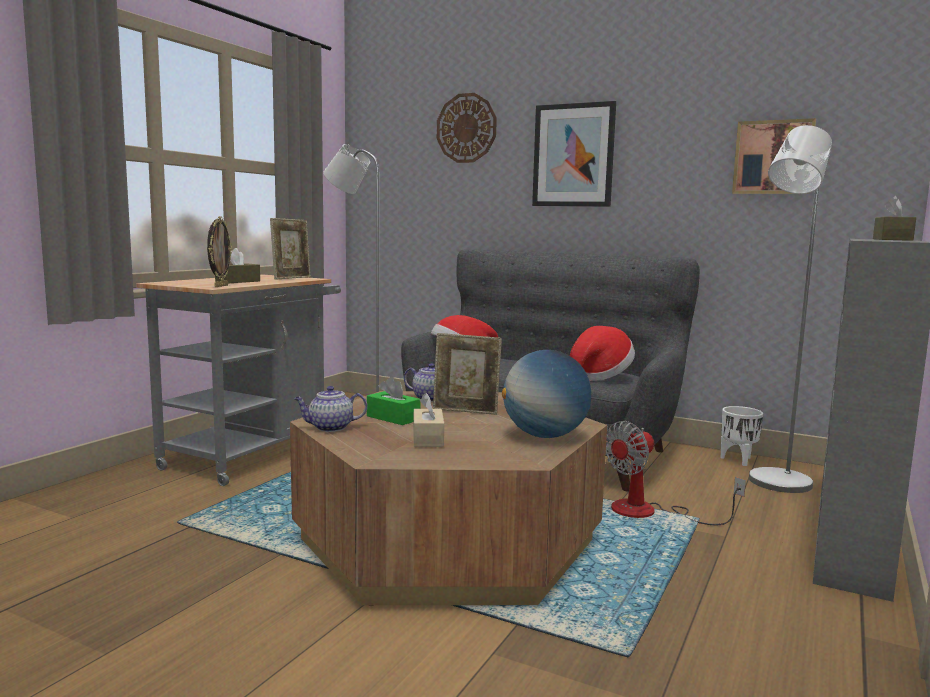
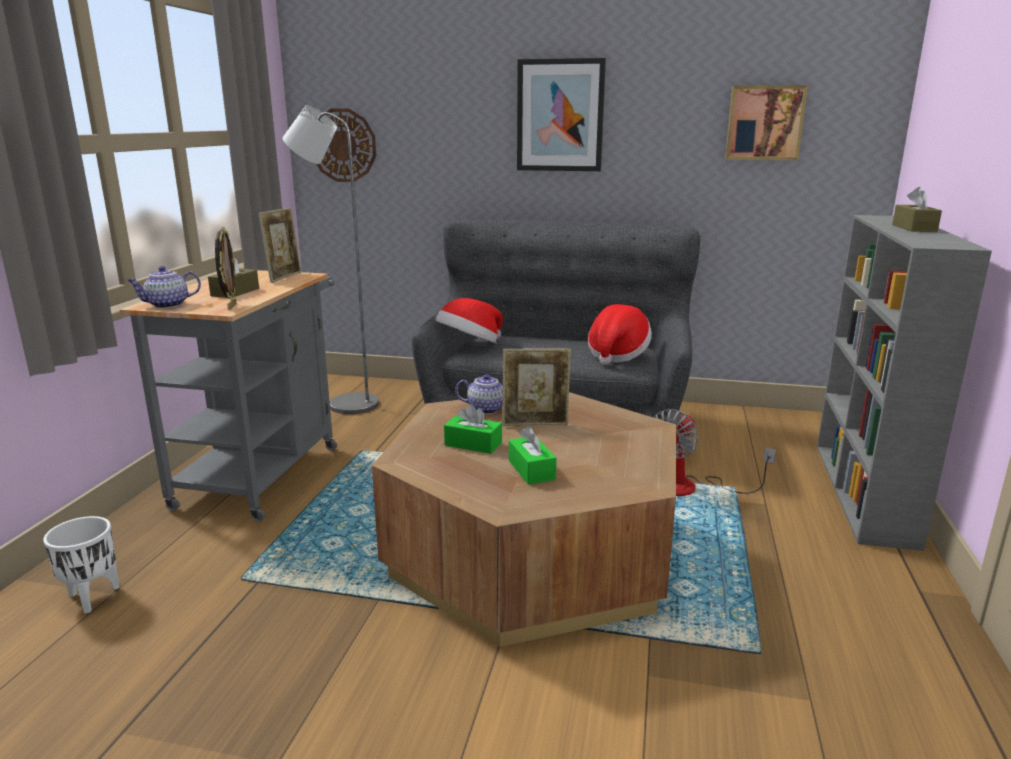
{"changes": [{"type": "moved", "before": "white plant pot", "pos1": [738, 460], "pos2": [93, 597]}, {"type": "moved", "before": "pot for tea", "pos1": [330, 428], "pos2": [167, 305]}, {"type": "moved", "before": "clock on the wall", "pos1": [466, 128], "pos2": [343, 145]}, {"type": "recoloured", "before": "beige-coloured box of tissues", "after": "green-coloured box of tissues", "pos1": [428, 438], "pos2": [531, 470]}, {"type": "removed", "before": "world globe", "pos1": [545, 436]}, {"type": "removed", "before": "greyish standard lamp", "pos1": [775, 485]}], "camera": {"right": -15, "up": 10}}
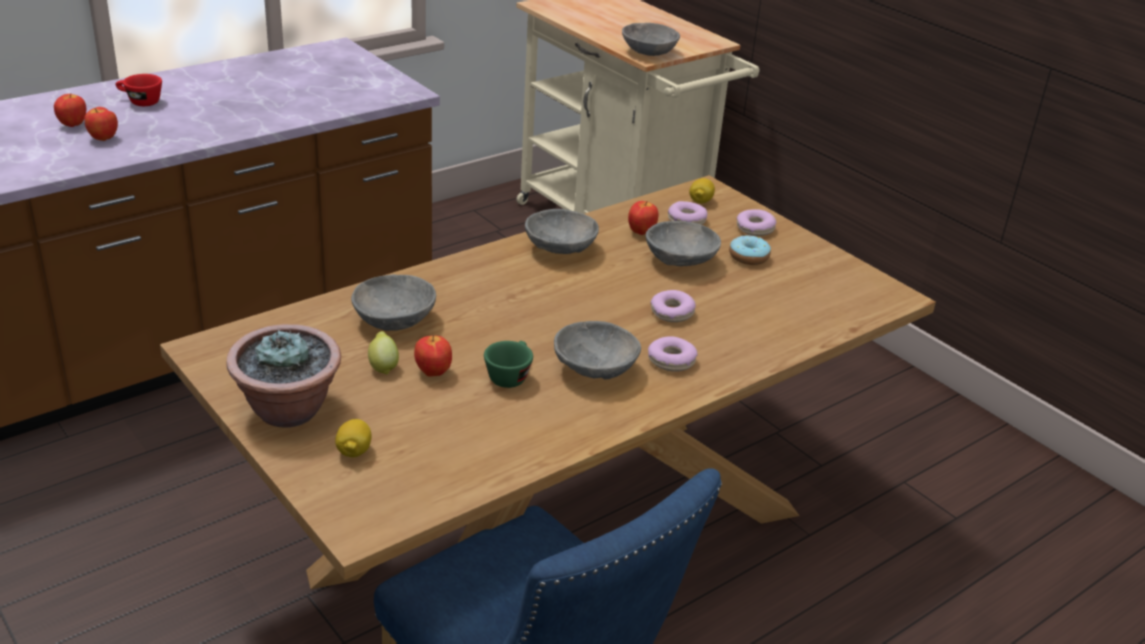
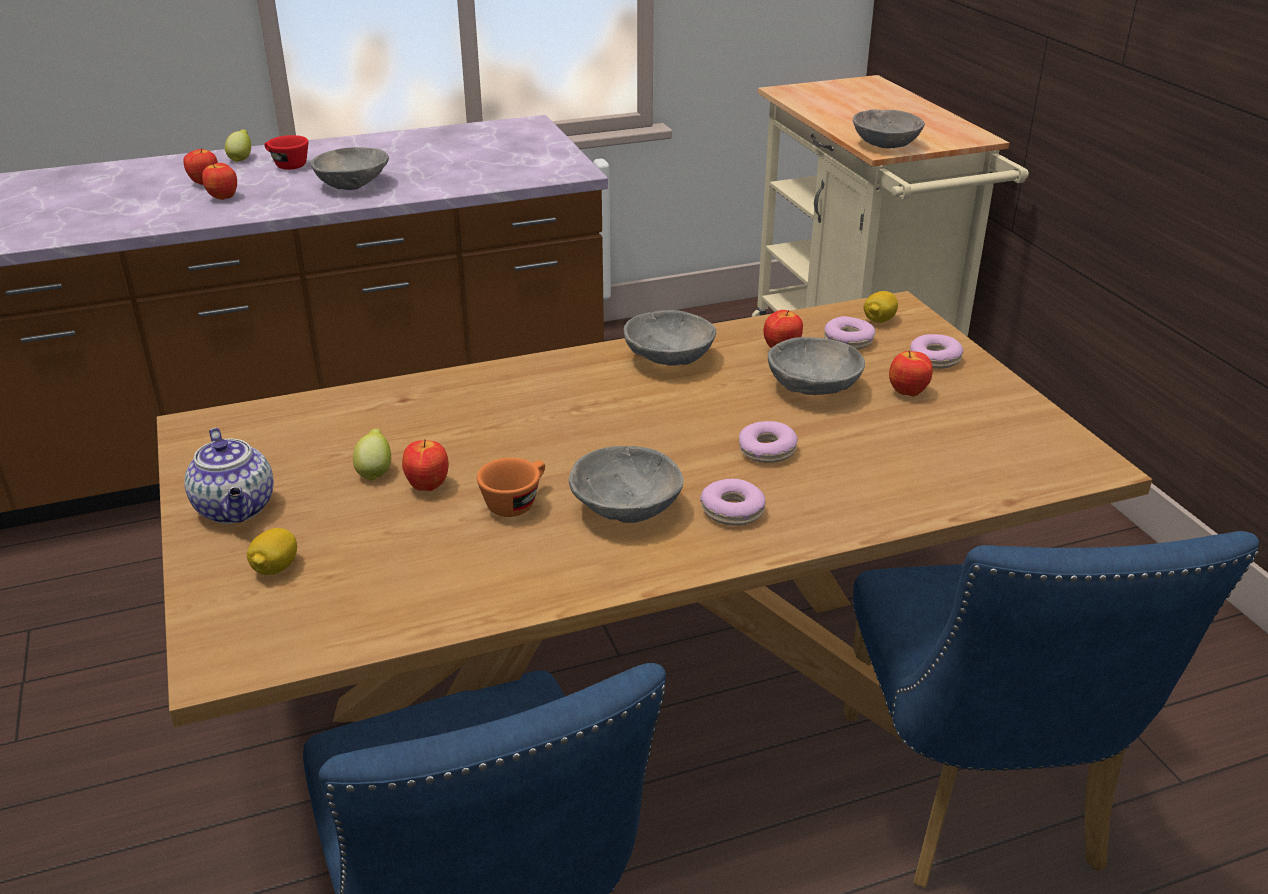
{"changes": [{"type": "replaced", "before": "houseplant", "after": "pot for tea", "pos1": [289, 411], "pos2": [237, 509]}, {"type": "added", "after": "citrus fruit", "pos2": [241, 159]}, {"type": "moved", "before": "greyish bowl", "pos1": [395, 320], "pos2": [354, 185]}, {"type": "recoloured", "before": "green-coloured small cup", "after": "orange-coloured small cup", "pos1": [509, 375], "pos2": [516, 502]}, {"type": "added", "after": "blue upright chair", "pos2": [975, 806]}, {"type": "replaced", "before": "doughnut", "after": "apple fruit", "pos1": [748, 257], "pos2": [907, 393]}], "camera": {"right": 20, "up": 0}}
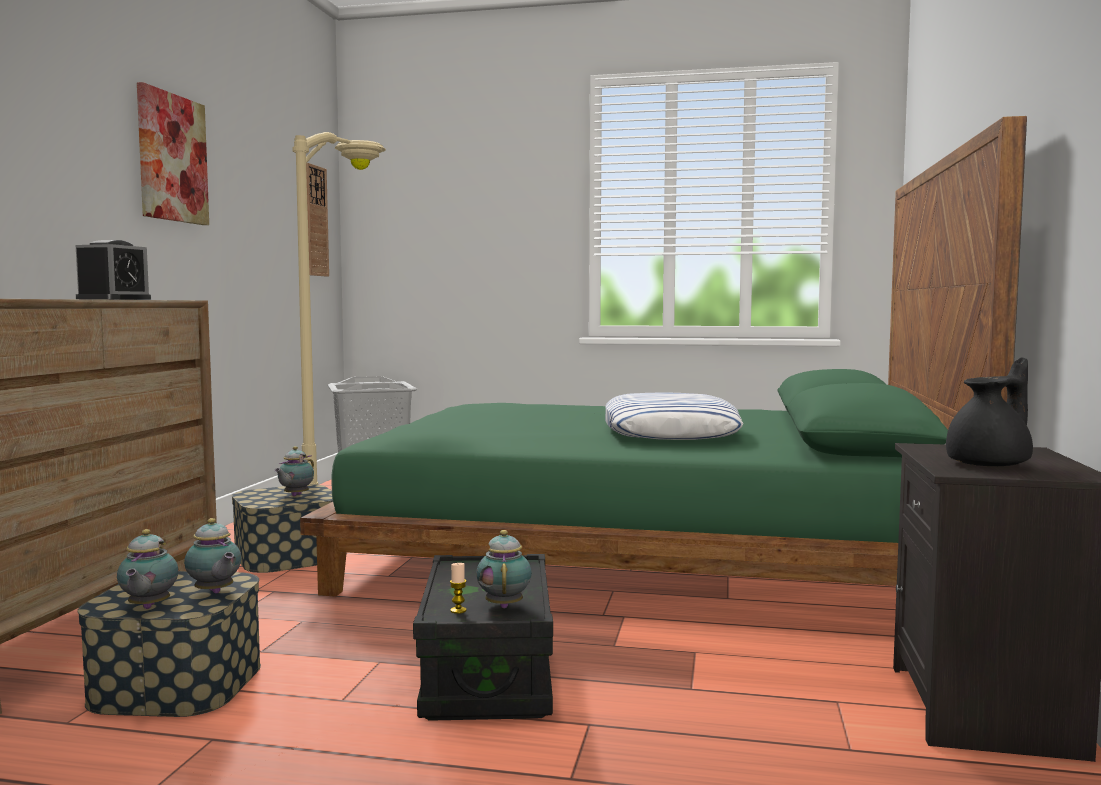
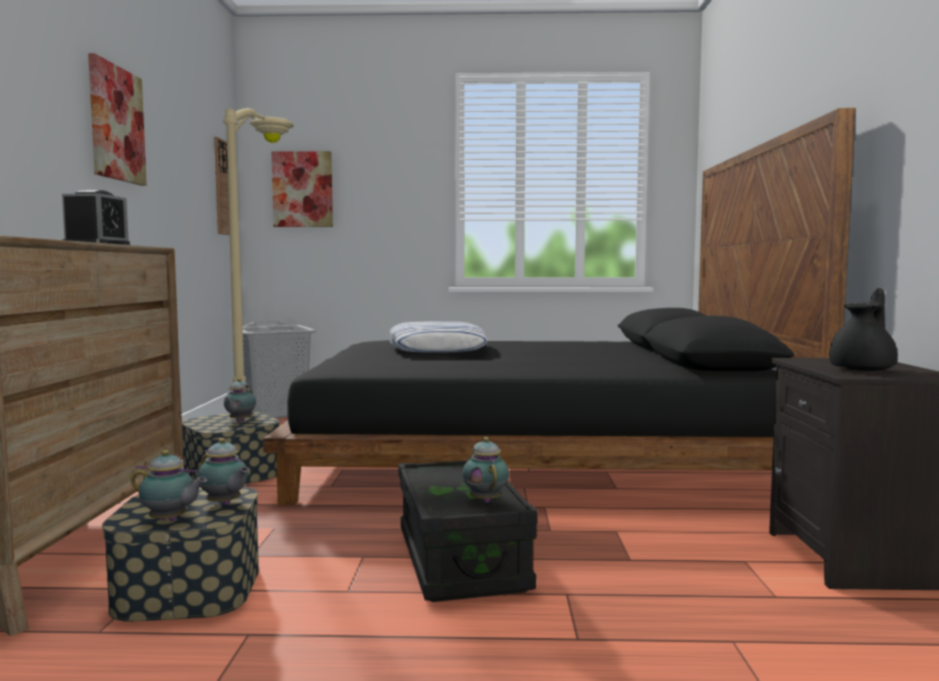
{"changes": [{"type": "turned", "before": "pot for tea", "pos1": [147, 607], "pos2": [170, 520], "turn": -60}, {"type": "recoloured", "before": "green-coloured bedroom bed", "after": "blackish bedroom bed", "pos1": [647, 552], "pos2": [533, 456]}, {"type": "added", "after": "wall picture", "pos2": [302, 189]}, {"type": "moved", "before": "cushion", "pos1": [670, 431], "pos2": [437, 348]}, {"type": "removed", "before": "wax candle", "pos1": [458, 610]}], "camera": {"right": -10, "up": 0}}
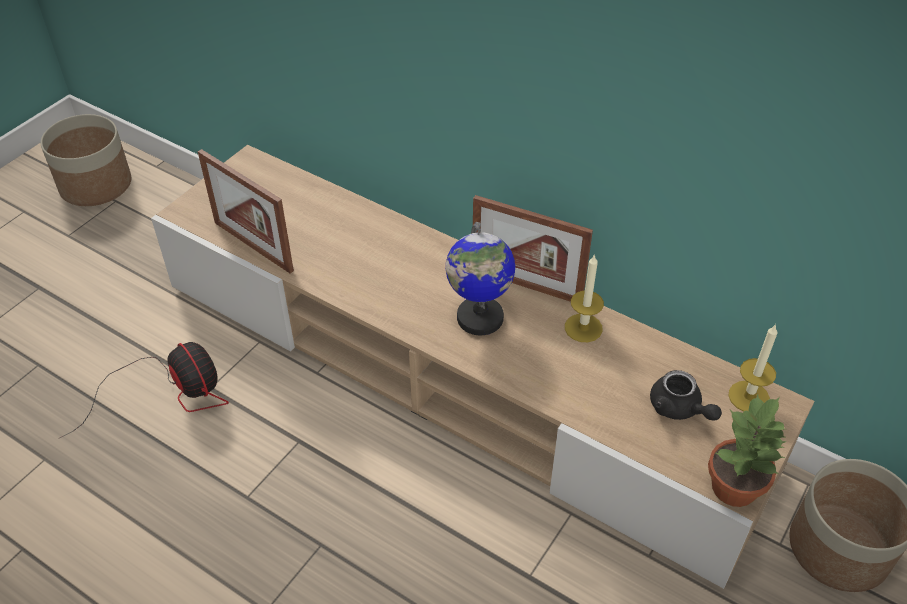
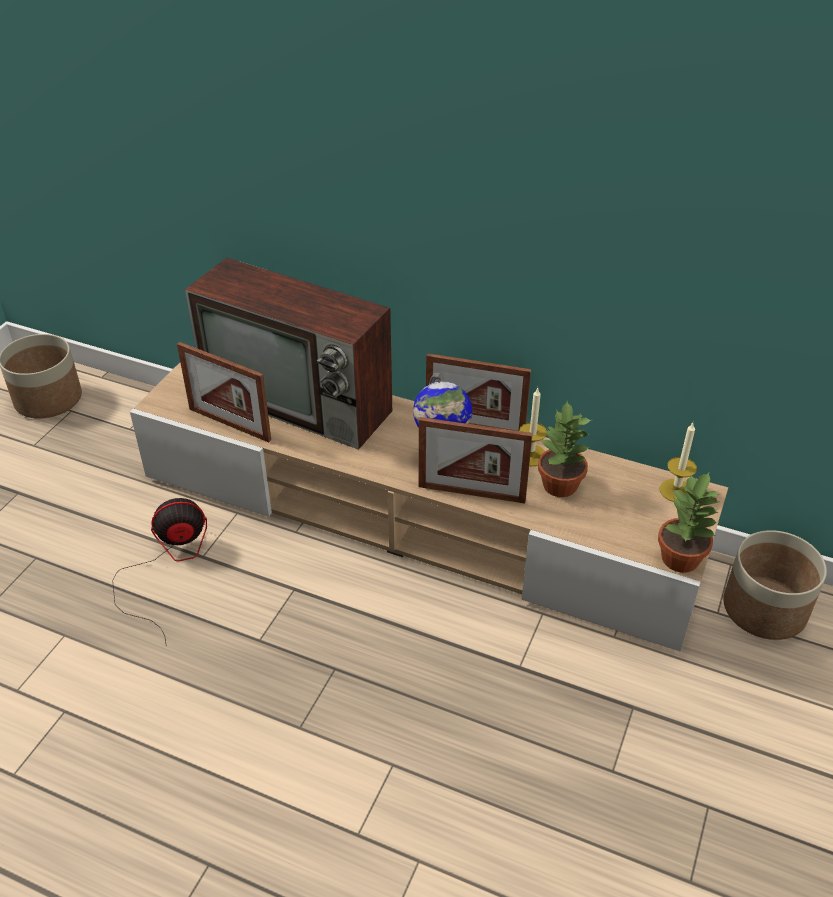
{"changes": [{"type": "turned", "before": "cooling fan", "pos1": [171, 393], "pos2": [167, 565], "turn": -60}, {"type": "added", "after": "television", "pos2": [300, 401]}, {"type": "added", "after": "photo frame", "pos2": [471, 493]}, {"type": "added", "after": "houseplant", "pos2": [559, 486]}, {"type": "removed", "before": "blackish pot for tea", "pos1": [679, 409]}], "camera": {"right": -10, "up": -5}}
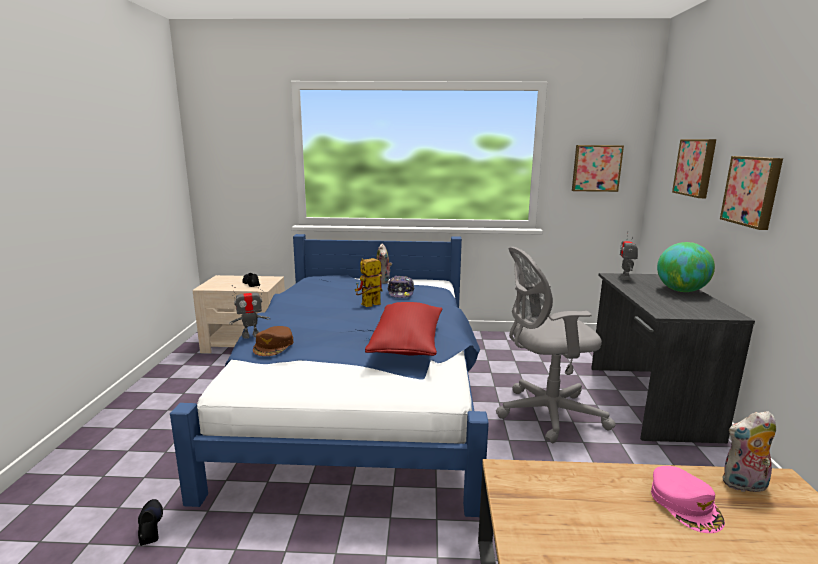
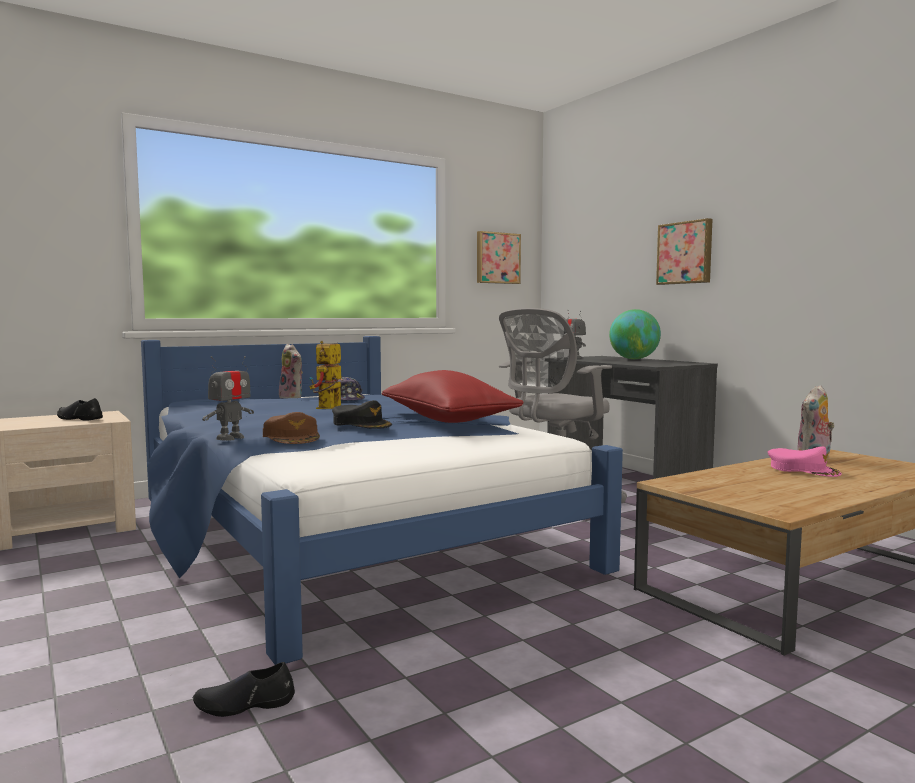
{"changes": [{"type": "turned", "before": "blackish low shoe", "pos1": [150, 526], "pos2": [244, 704], "turn": -45}, {"type": "added", "after": "blackish peaked cap", "pos2": [362, 424]}, {"type": "removed", "before": "wall picture", "pos1": [696, 167]}], "camera": {"right": -35, "up": -10}}
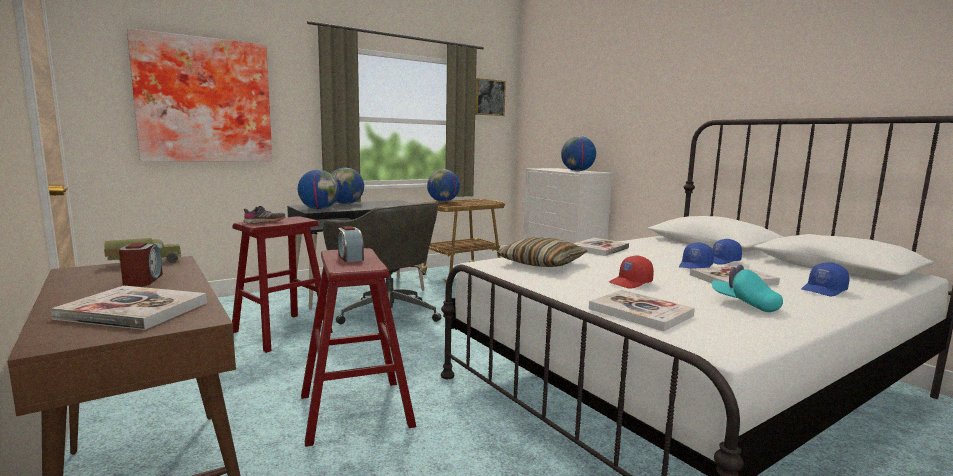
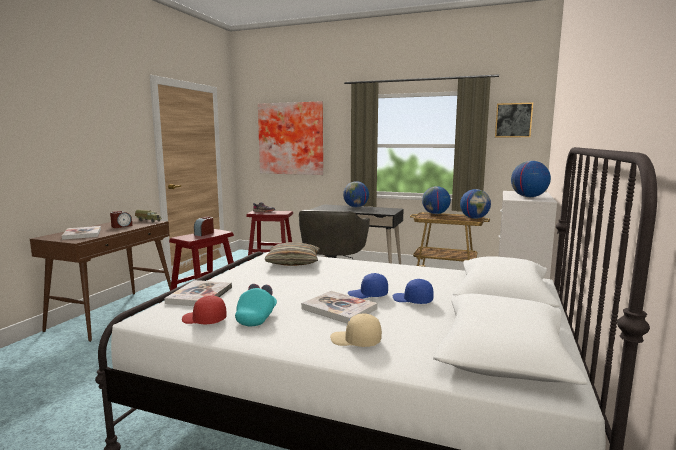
{"changes": [{"type": "moved", "before": "reddish peaked cap", "pos1": [631, 283], "pos2": [203, 320]}, {"type": "recoloured", "before": "blue peaked cap", "after": "beige-coloured peaked cap", "pos1": [824, 290], "pos2": [355, 341]}, {"type": "moved", "before": "world globe", "pos1": [319, 209], "pos2": [474, 218]}, {"type": "removed", "before": "volume", "pos1": [599, 249]}], "camera": {"right": 55, "up": 0}}
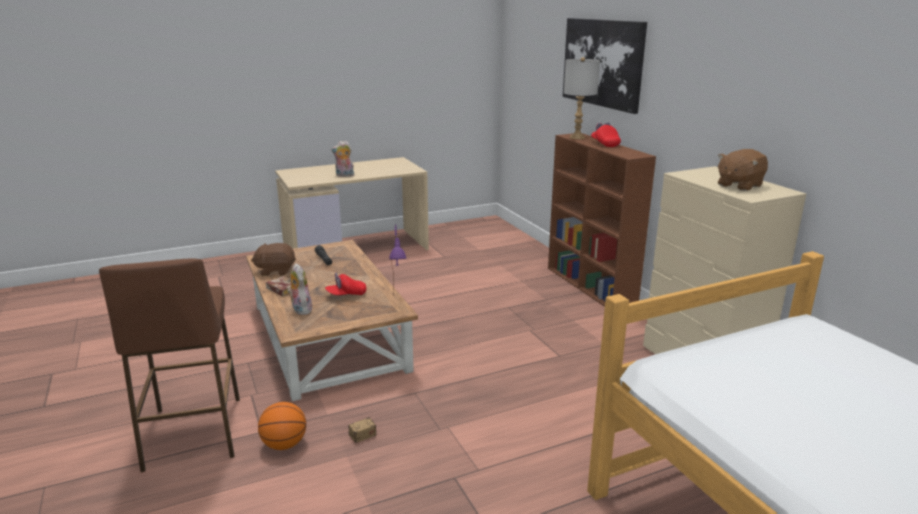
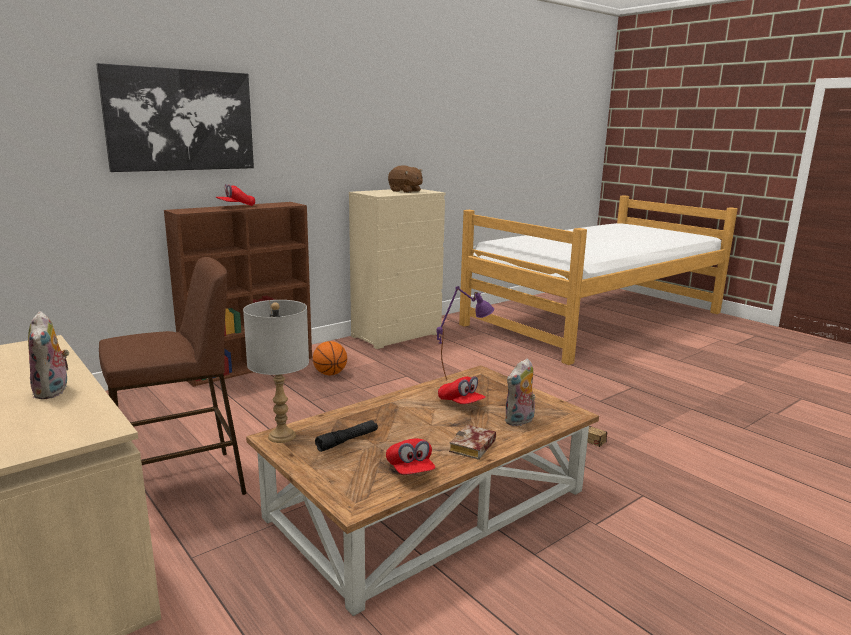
{"changes": [{"type": "moved", "before": "brownish sitting stool", "pos1": [194, 433], "pos2": [182, 485]}, {"type": "moved", "before": "greyish tabletop lamp", "pos1": [577, 137], "pos2": [281, 436]}, {"type": "moved", "before": "basketball", "pos1": [284, 444], "pos2": [330, 374]}, {"type": "replaced", "before": "brownish soft toy", "after": "reddish peaked cap", "pos1": [276, 271], "pos2": [410, 470]}], "camera": {"right": -105, "up": -5}}
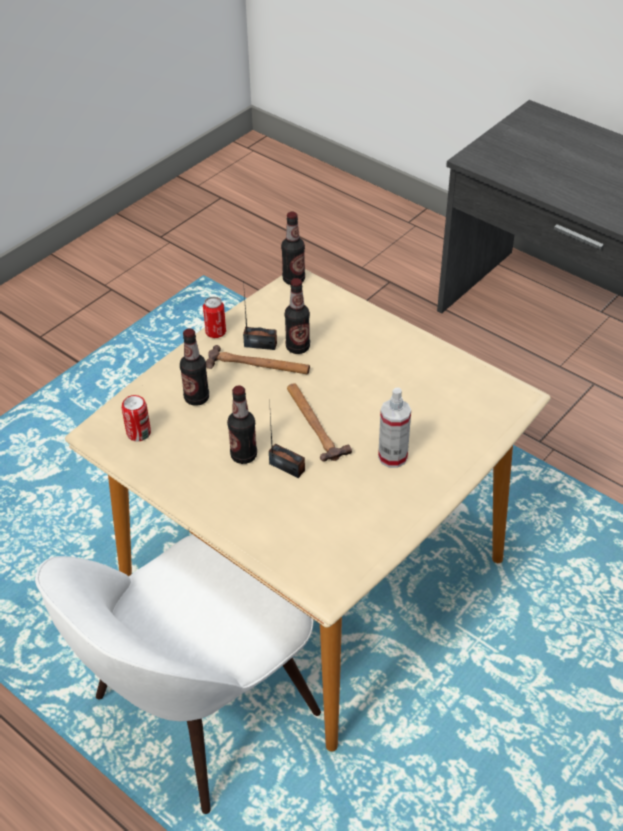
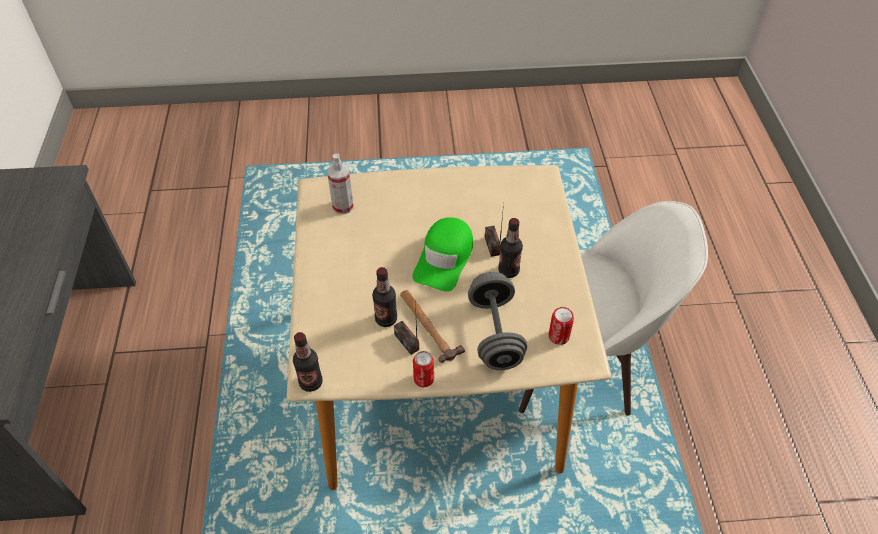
{"changes": [{"type": "moved", "before": "spray bottle", "pos1": [392, 457], "pos2": [343, 206]}, {"type": "replaced", "before": "tool hammer", "after": "green-coloured peaked cap", "pos1": [314, 423], "pos2": [444, 259]}, {"type": "replaced", "before": "bottle", "after": "greyish hand weight", "pos1": [196, 398], "pos2": [495, 333]}], "camera": {"right": -135, "up": 5}}
